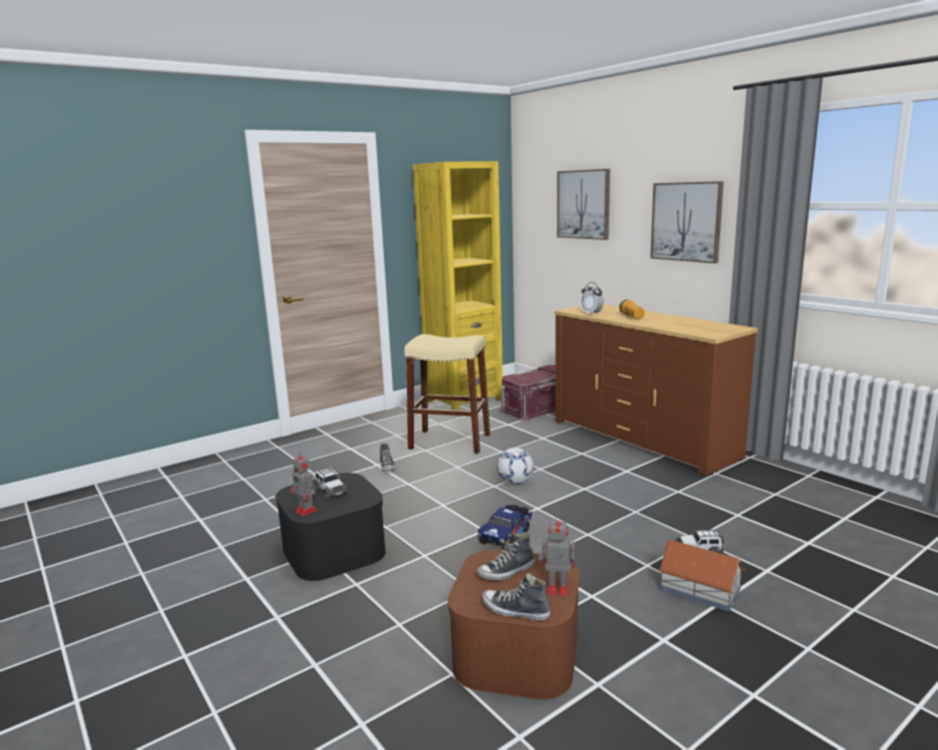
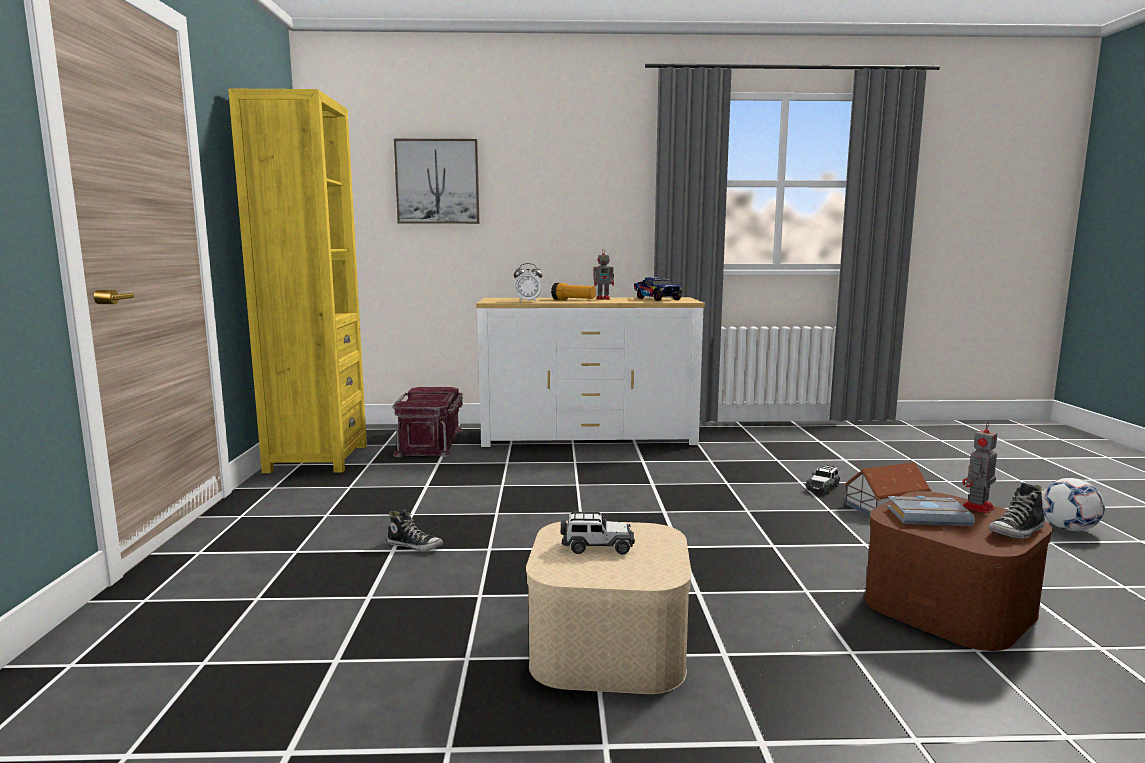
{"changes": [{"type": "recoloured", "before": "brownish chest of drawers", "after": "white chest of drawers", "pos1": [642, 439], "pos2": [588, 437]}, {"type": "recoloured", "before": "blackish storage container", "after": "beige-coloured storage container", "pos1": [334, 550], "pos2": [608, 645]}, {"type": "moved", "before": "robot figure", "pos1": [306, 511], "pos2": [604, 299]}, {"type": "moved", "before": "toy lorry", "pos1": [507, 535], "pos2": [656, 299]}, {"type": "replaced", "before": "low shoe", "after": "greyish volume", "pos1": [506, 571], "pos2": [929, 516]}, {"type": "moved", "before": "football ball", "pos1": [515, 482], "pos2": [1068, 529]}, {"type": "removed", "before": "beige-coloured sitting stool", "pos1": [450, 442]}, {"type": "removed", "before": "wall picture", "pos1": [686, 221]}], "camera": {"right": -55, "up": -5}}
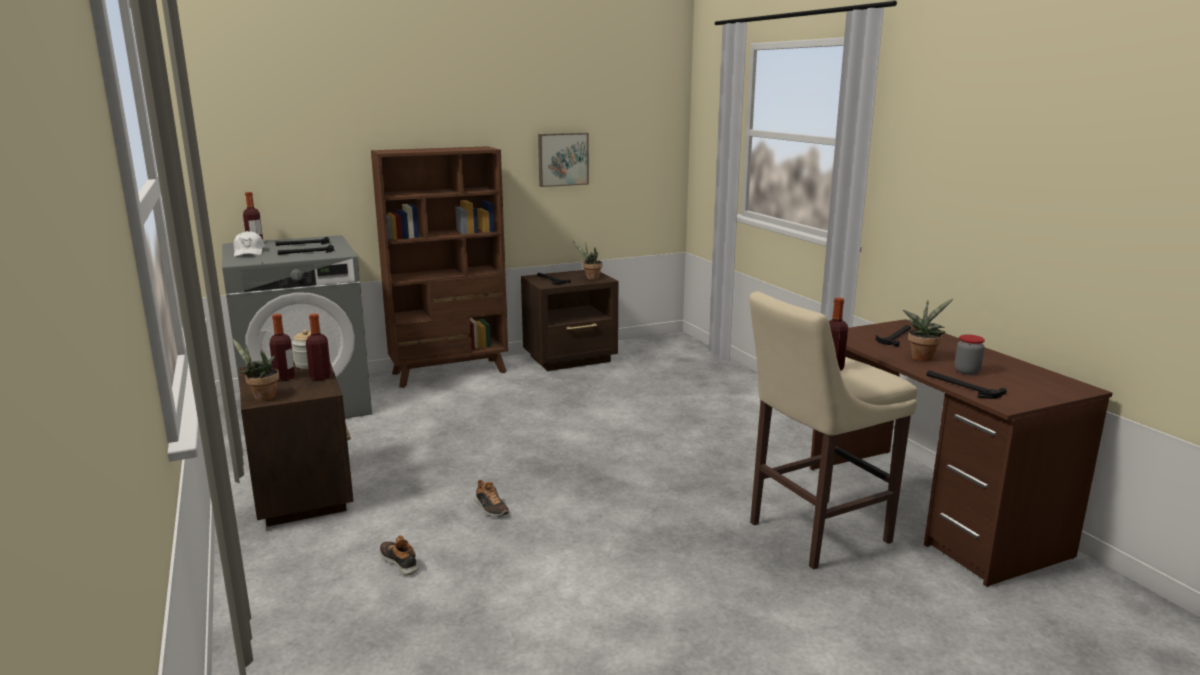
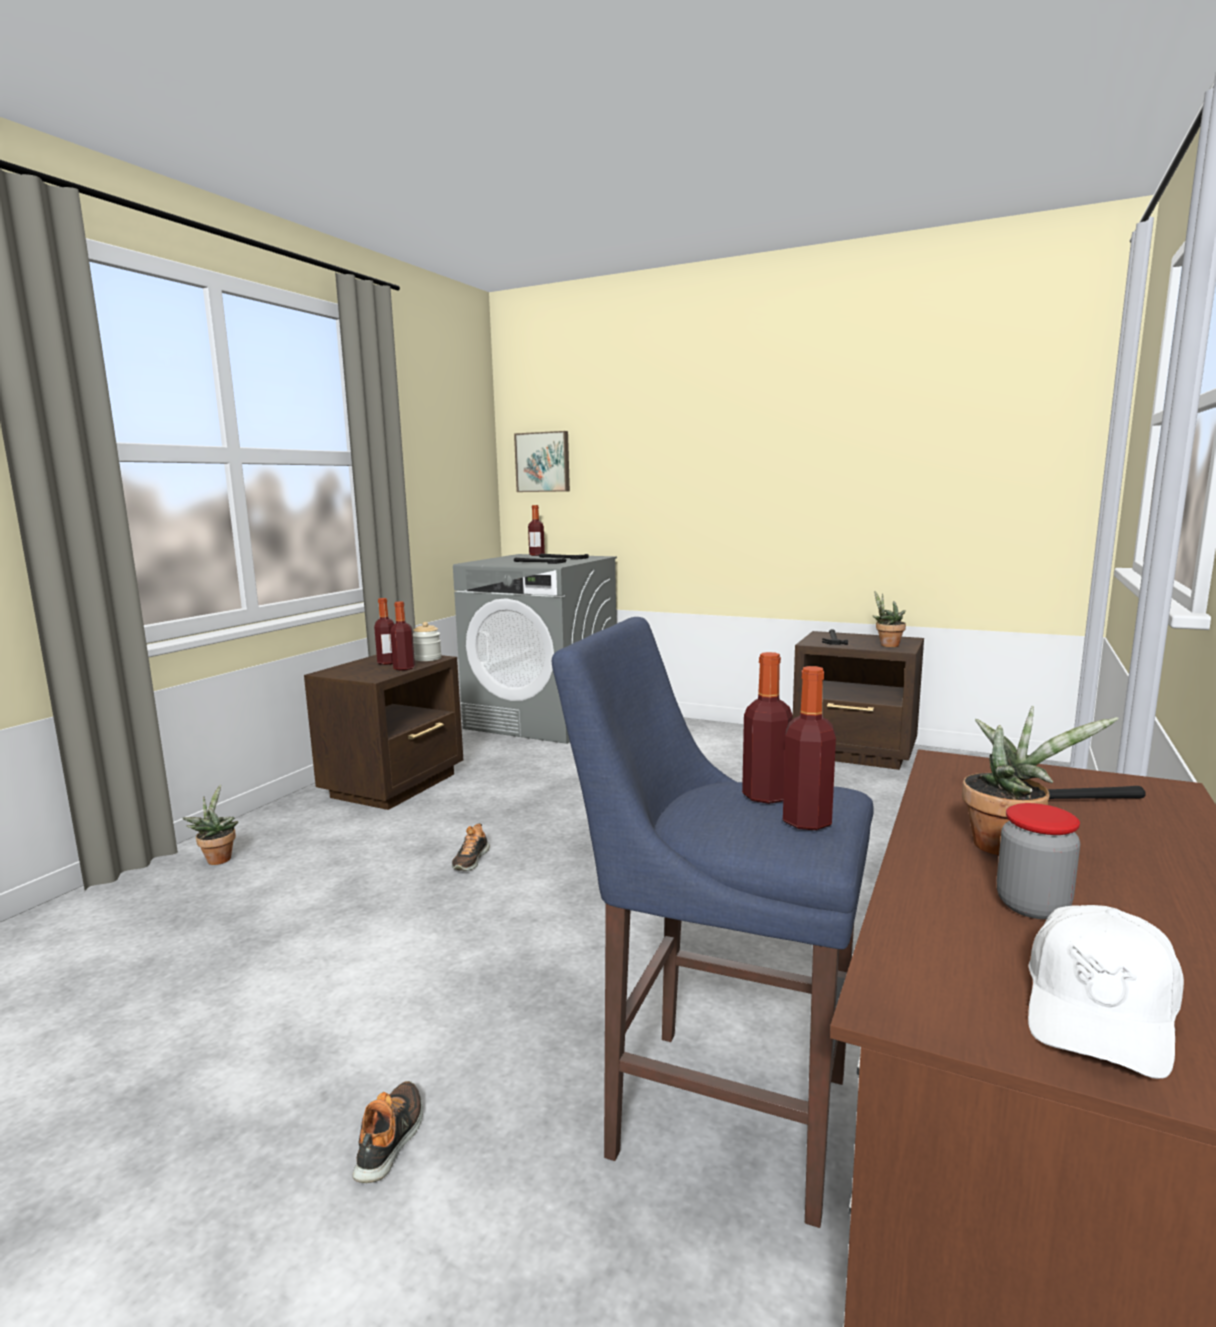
{"changes": [{"type": "moved", "before": "houseplant", "pos1": [261, 397], "pos2": [218, 858]}, {"type": "moved", "before": "low shoe", "pos1": [400, 562], "pos2": [391, 1139]}, {"type": "moved", "before": "wall picture", "pos1": [562, 159], "pos2": [543, 462]}, {"type": "recoloured", "before": "beige-coloured sitting stool", "after": "blue sitting stool", "pos1": [813, 533], "pos2": [717, 1110]}, {"type": "added", "after": "bottle", "pos2": [806, 821]}, {"type": "moved", "before": "white peaked cap", "pos1": [249, 252], "pos2": [1100, 1010]}, {"type": "removed", "before": "brownish bookshelf", "pos1": [450, 373]}, {"type": "removed", "before": "tool hammer", "pos1": [961, 386]}], "camera": {"right": 50, "up": -5}}
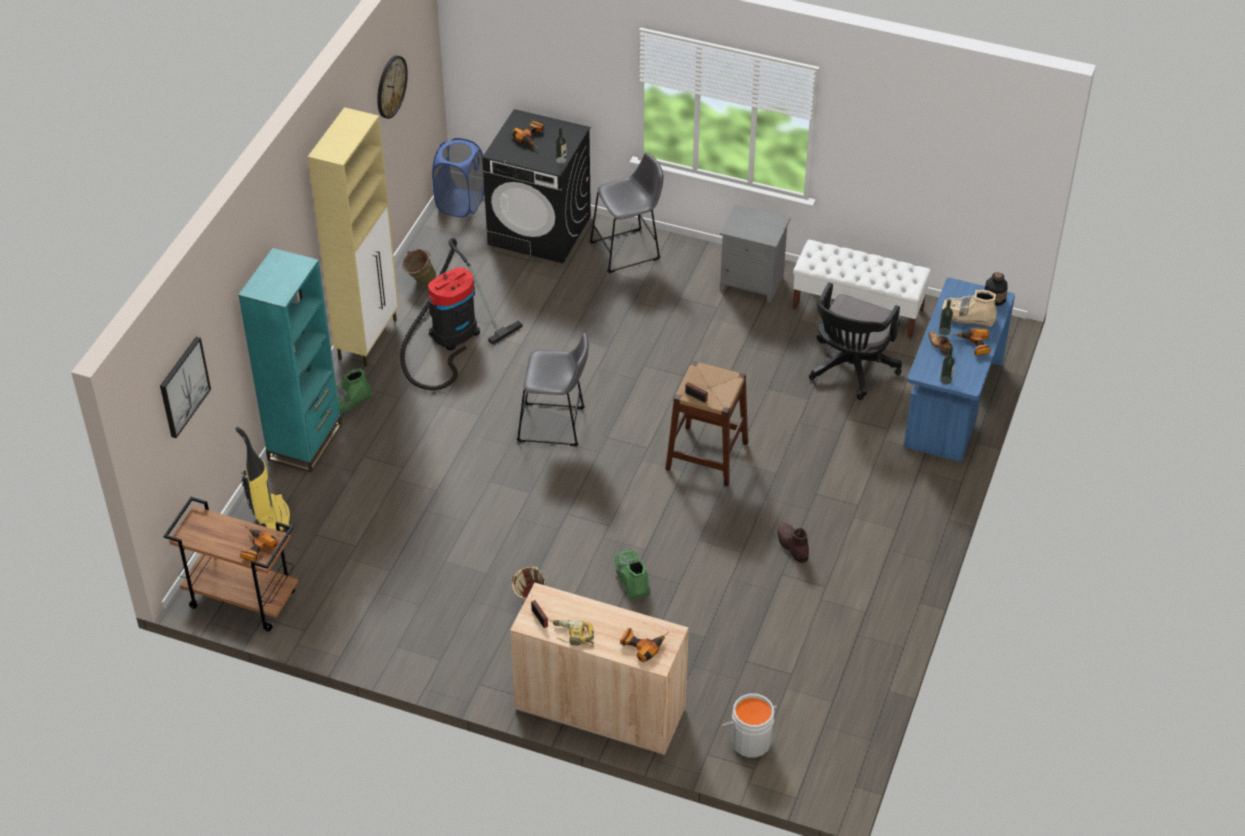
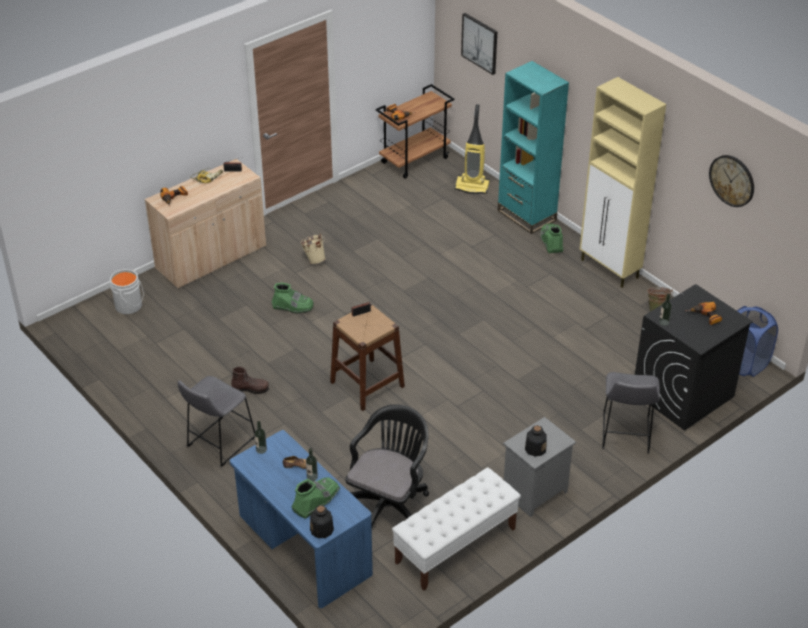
{"changes": [{"type": "moved", "before": "greyish sitting stool", "pos1": [555, 425], "pos2": [218, 443]}, {"type": "recoloured", "before": "beige-coloured boot", "after": "green-coloured boot", "pos1": [968, 316], "pos2": [315, 500]}, {"type": "turned", "before": "blackish computer chair", "pos1": [850, 370], "pos2": [389, 504], "turn": 60}, {"type": "added", "after": "bottle", "pos2": [535, 448]}, {"type": "removed", "before": "hoover", "pos1": [451, 336]}, {"type": "removed", "before": "electric drill", "pos1": [973, 345]}], "camera": {"right": 120, "up": -5}}
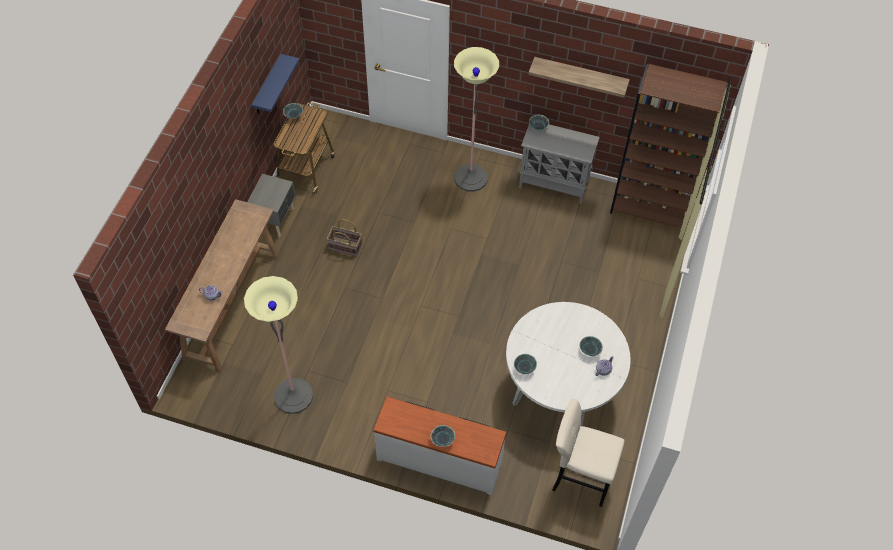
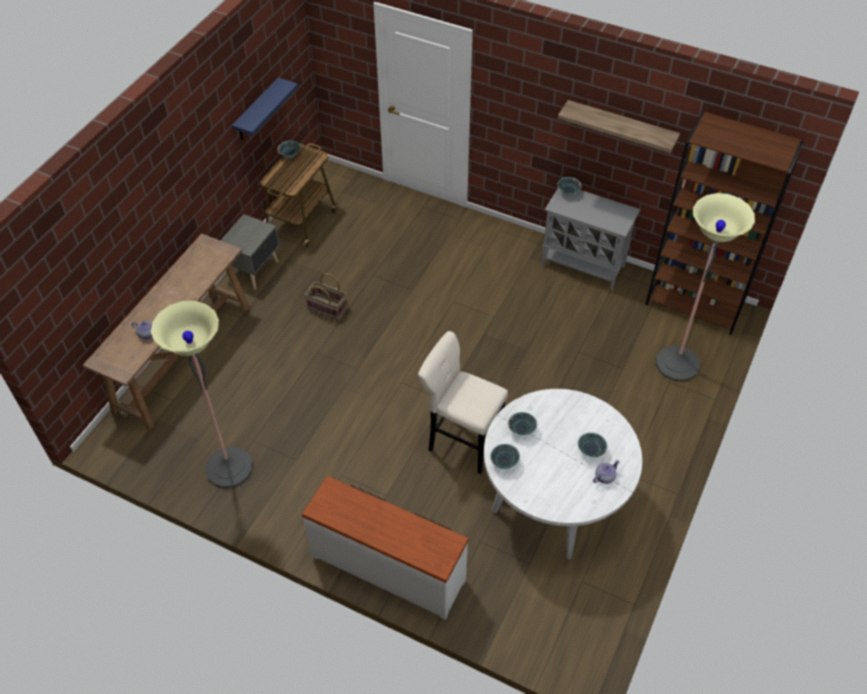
{"changes": [{"type": "moved", "before": "beige-coloured sitting stool", "pos1": [579, 479], "pos2": [461, 442]}, {"type": "moved", "before": "bowl", "pos1": [443, 440], "pos2": [522, 430]}, {"type": "moved", "before": "standard lamp", "pos1": [470, 178], "pos2": [677, 364]}], "camera": {"right": 10, "up": -5}}
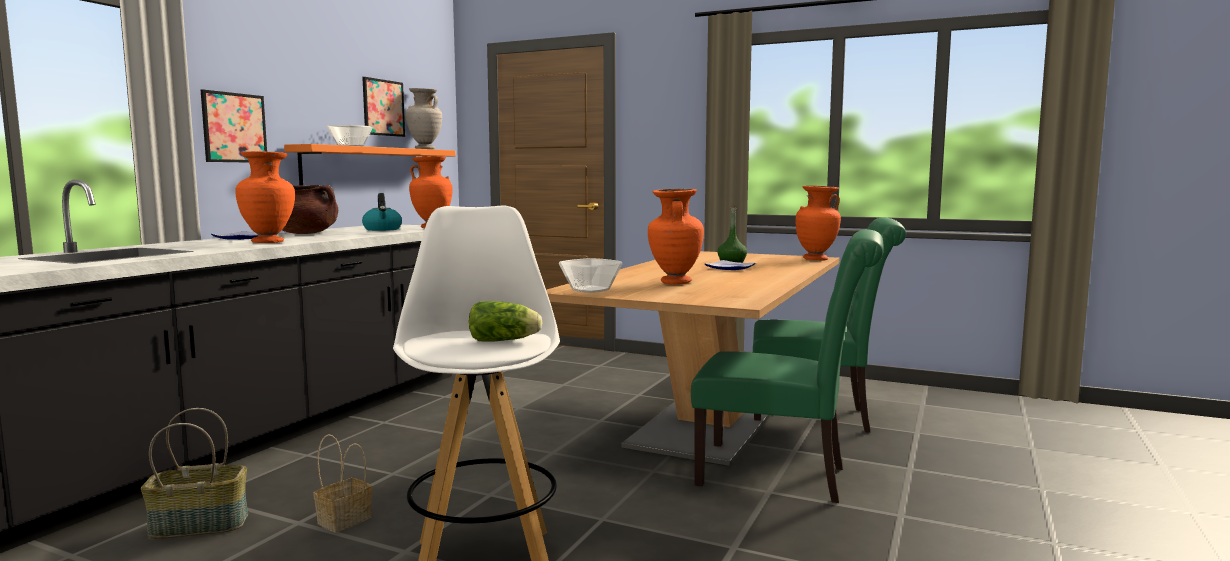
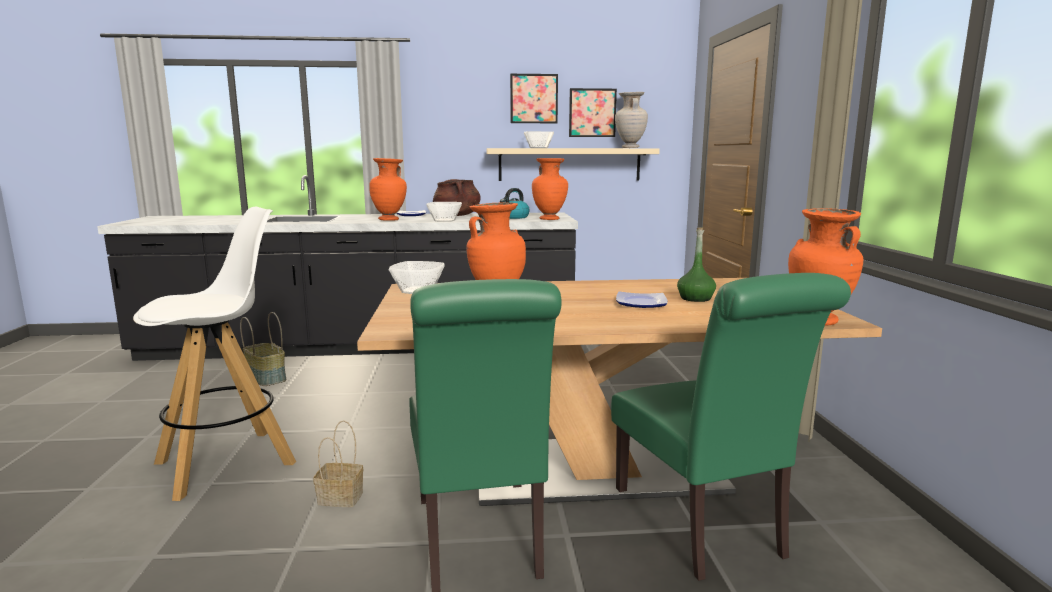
{"changes": [{"type": "moved", "before": "household basket", "pos1": [345, 519], "pos2": [342, 497]}, {"type": "added", "after": "bowl", "pos2": [445, 220]}, {"type": "recoloured", "before": "orange-coloured wall shelf", "after": "beige-coloured wall shelf", "pos1": [367, 167], "pos2": [569, 164]}, {"type": "moved", "before": "wall picture", "pos1": [234, 127], "pos2": [534, 98]}, {"type": "removed", "before": "head of lettuce", "pos1": [506, 340]}], "camera": {"right": 60, "up": 5}}
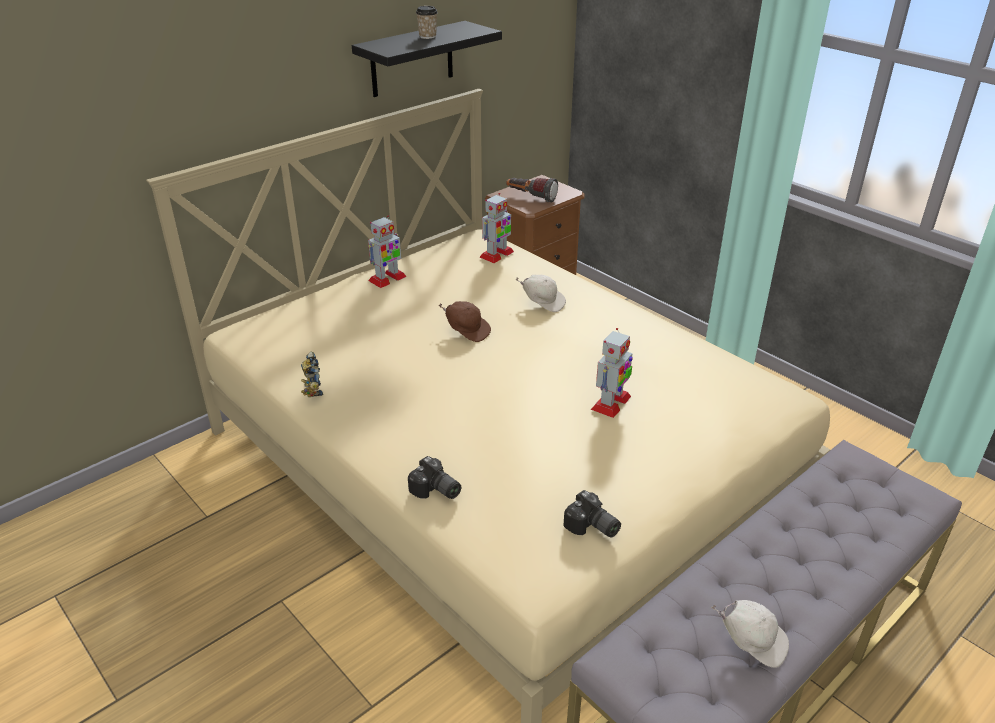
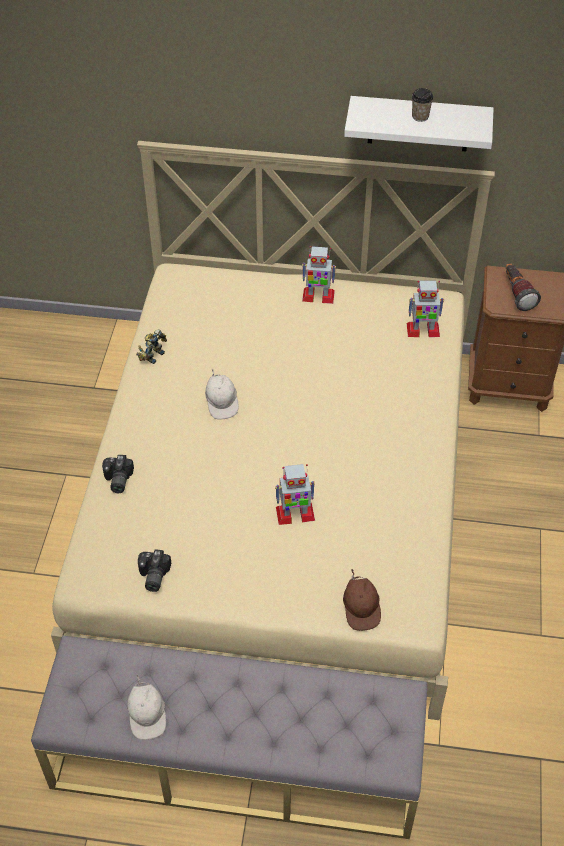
{"changes": [{"type": "moved", "before": "white peaked cap", "pos1": [543, 302], "pos2": [222, 403]}, {"type": "moved", "before": "brownish peaked cap", "pos1": [467, 331], "pos2": [361, 609]}, {"type": "recoloured", "before": "blackish wall shelf", "after": "white wall shelf", "pos1": [412, 59], "pos2": [419, 124]}], "camera": {"right": 50, "up": 15}}
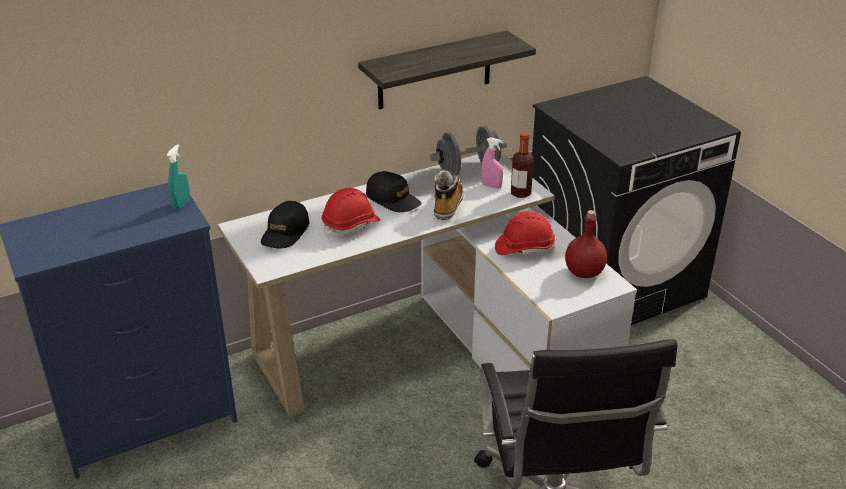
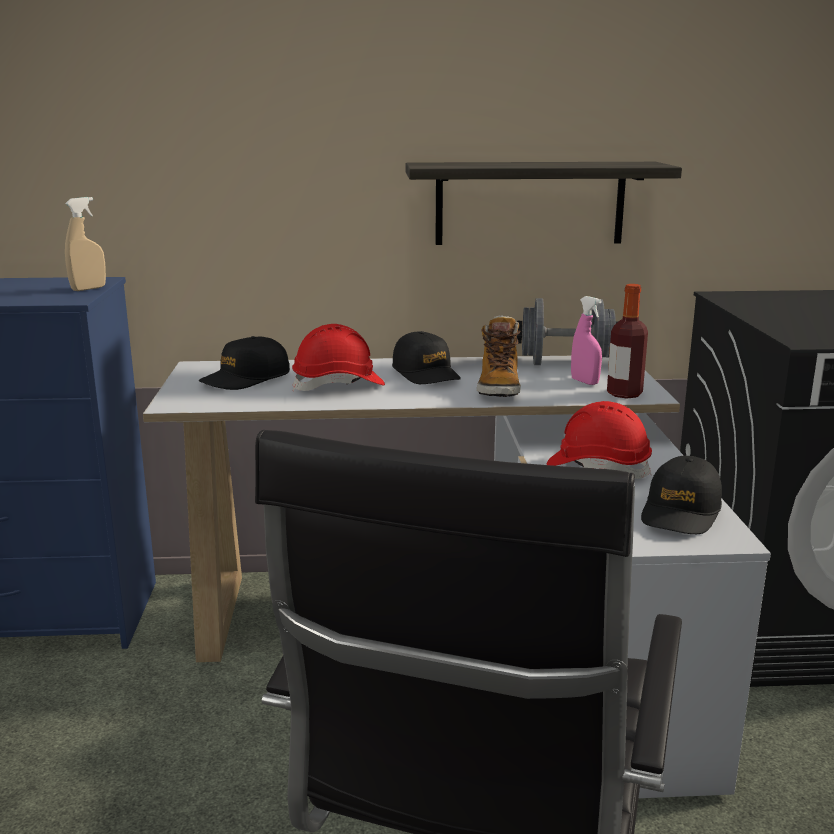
{"changes": [{"type": "recoloured", "before": "turquoise-coloured spray bottle", "after": "beige-coloured spray bottle", "pos1": [181, 204], "pos2": [88, 289]}, {"type": "turned", "before": "boot", "pos1": [447, 204], "pos2": [498, 388], "turn": 150}, {"type": "replaced", "before": "reddish bottle", "after": "blackish peaked cap", "pos1": [584, 272], "pos2": [681, 512]}], "camera": {"right": 25, "up": -15}}
